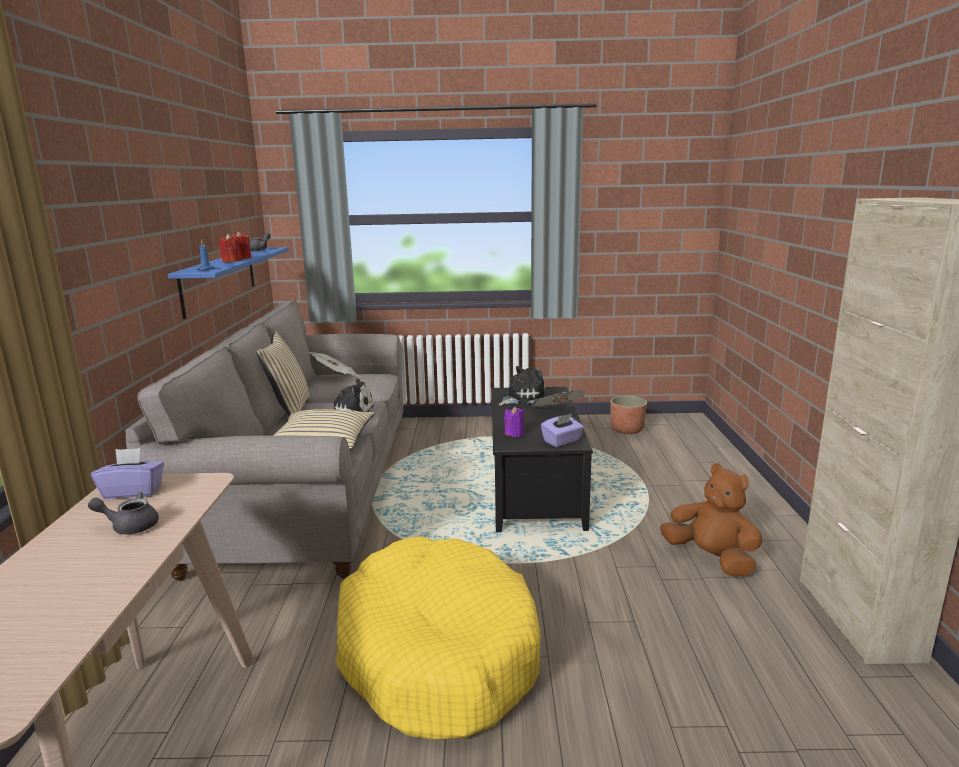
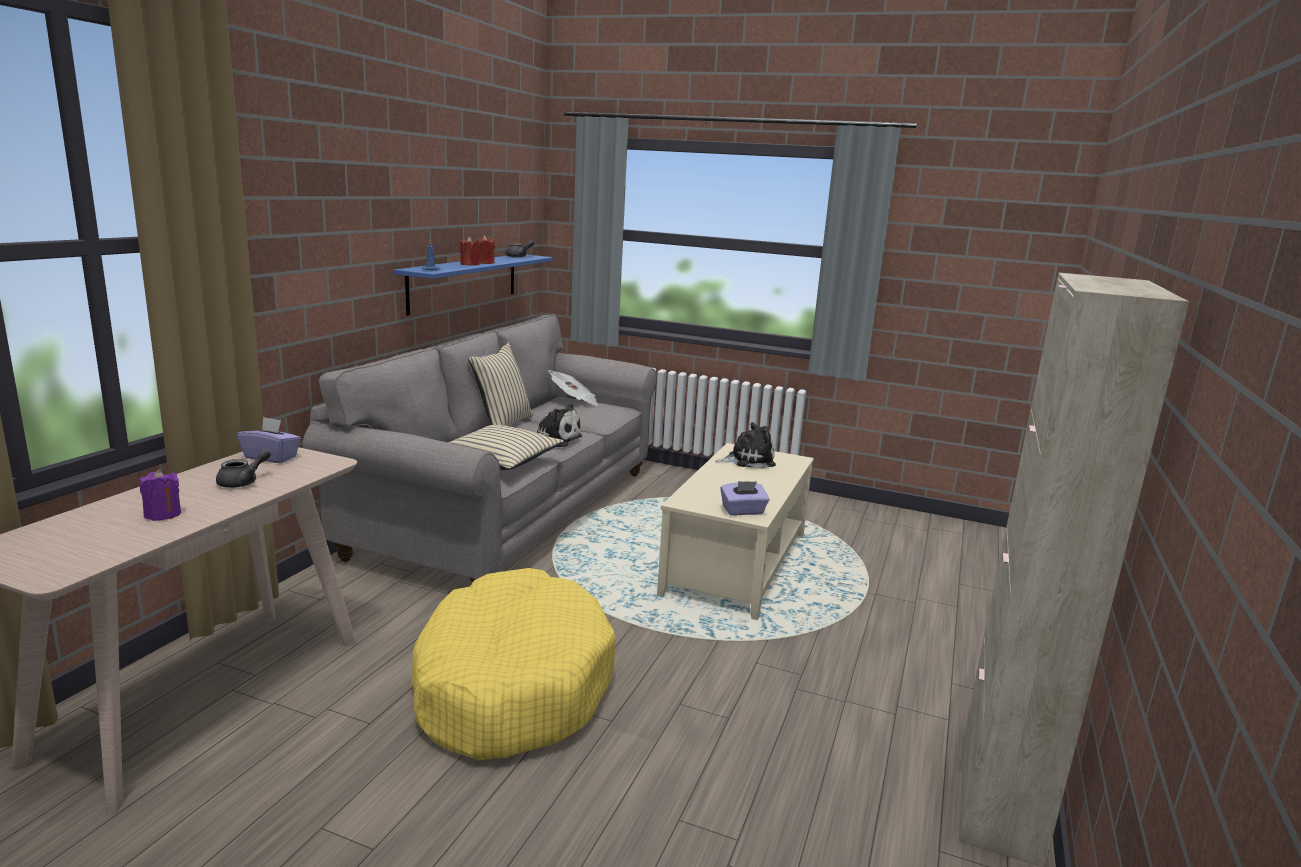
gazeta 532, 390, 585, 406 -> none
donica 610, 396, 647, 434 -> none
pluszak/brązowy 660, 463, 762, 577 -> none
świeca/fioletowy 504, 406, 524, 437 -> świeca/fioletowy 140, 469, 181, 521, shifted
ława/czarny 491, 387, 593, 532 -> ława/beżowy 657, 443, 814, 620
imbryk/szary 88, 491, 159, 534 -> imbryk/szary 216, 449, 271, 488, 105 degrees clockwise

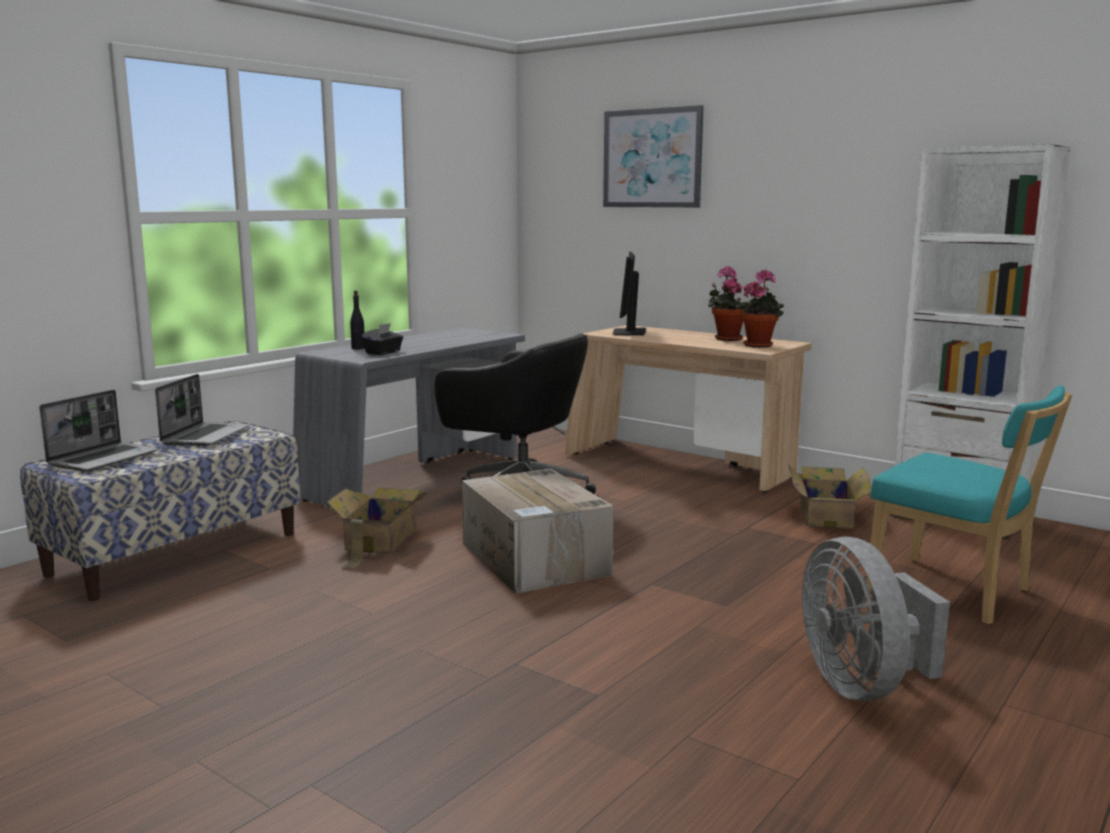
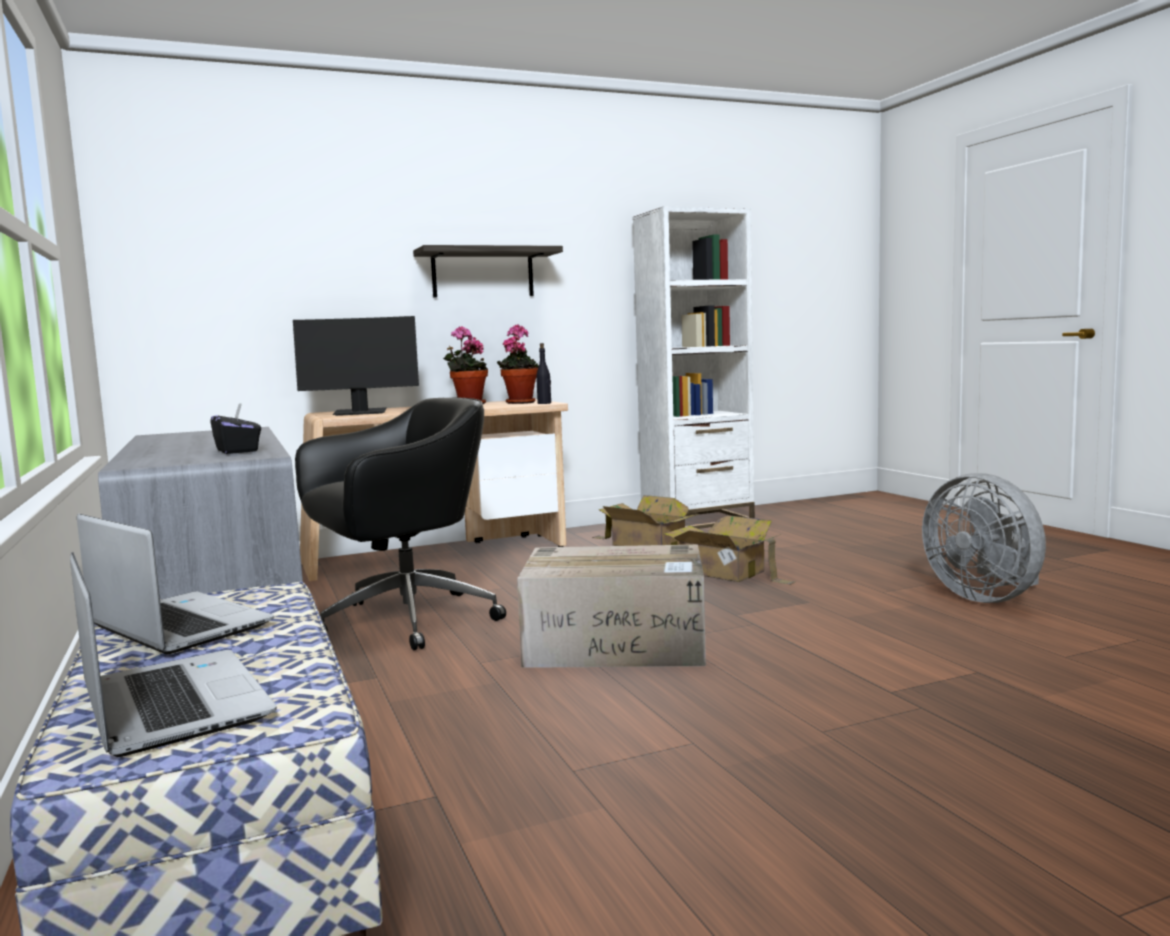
obraz 603, 105, 704, 208 -> none
krzesło/turkusowy 866, 385, 1072, 625 -> none
none -> półka 413, 245, 563, 297
karton 327, 488, 426, 569 -> karton 664, 515, 796, 585, shifted
butelka/czarny 350, 290, 365, 349 -> butelka/czarny 536, 343, 551, 404, shifted
monitor 613, 251, 646, 336 -> monitor 293, 316, 419, 416, 45 degrees counterclockwise
wentylator/szary 802, 536, 950, 701 -> wentylator/szary 922, 473, 1046, 603, 45 degrees clockwise

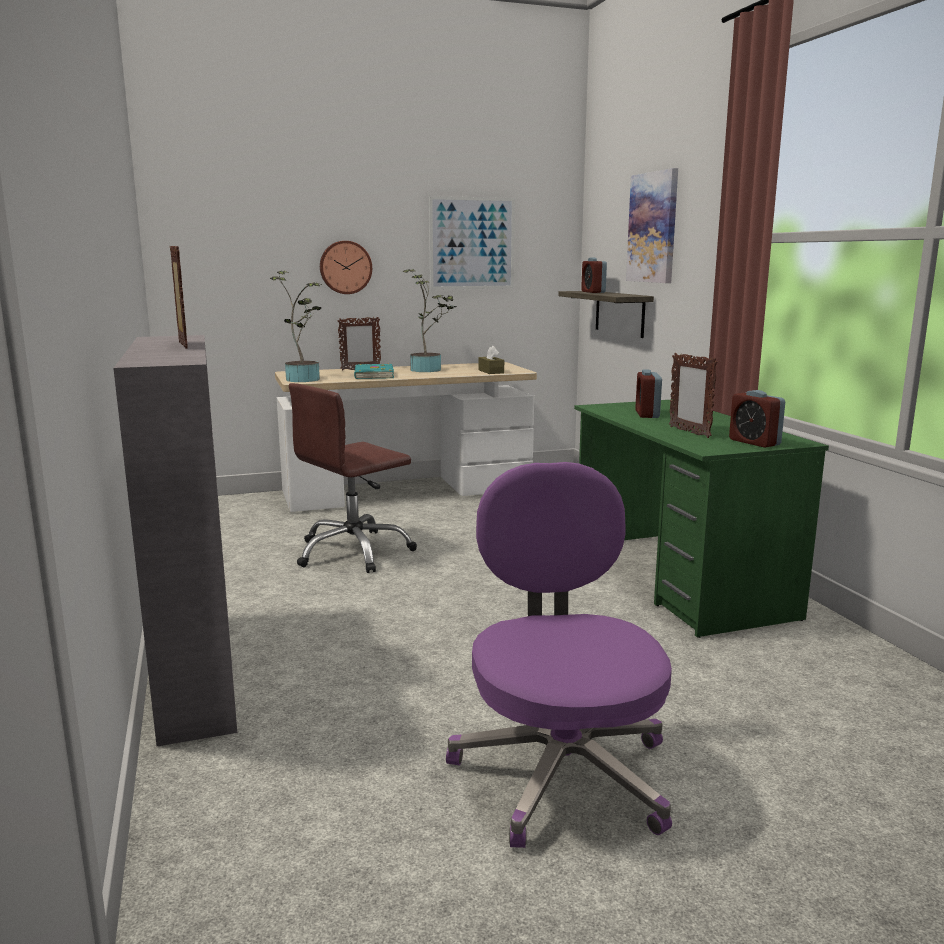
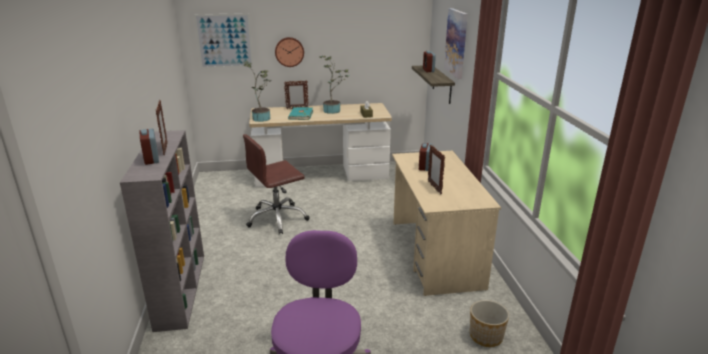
none -> donica 470, 300, 509, 347
obraz 429, 196, 515, 290 -> obraz 194, 13, 254, 69, shifted
budzik 729, 390, 785, 448 -> budzik 139, 129, 159, 165, shifted
biurko/zielony 574, 400, 829, 638 -> biurko/beżowy 392, 151, 501, 296

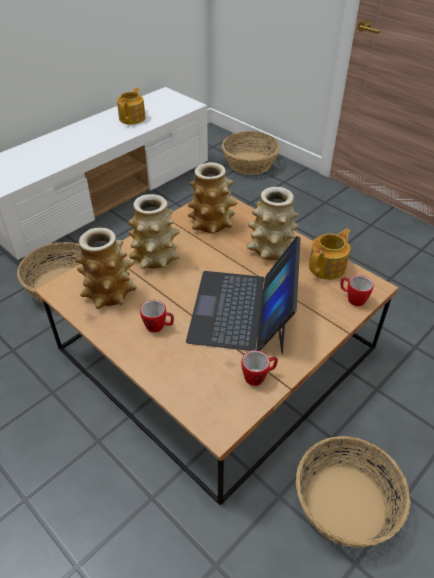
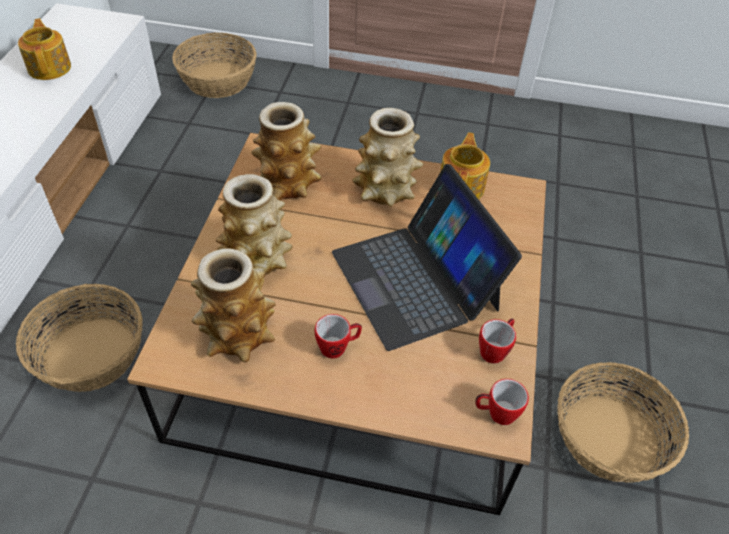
kubek 341, 275, 374, 306 -> kubek 475, 379, 529, 425, shifted

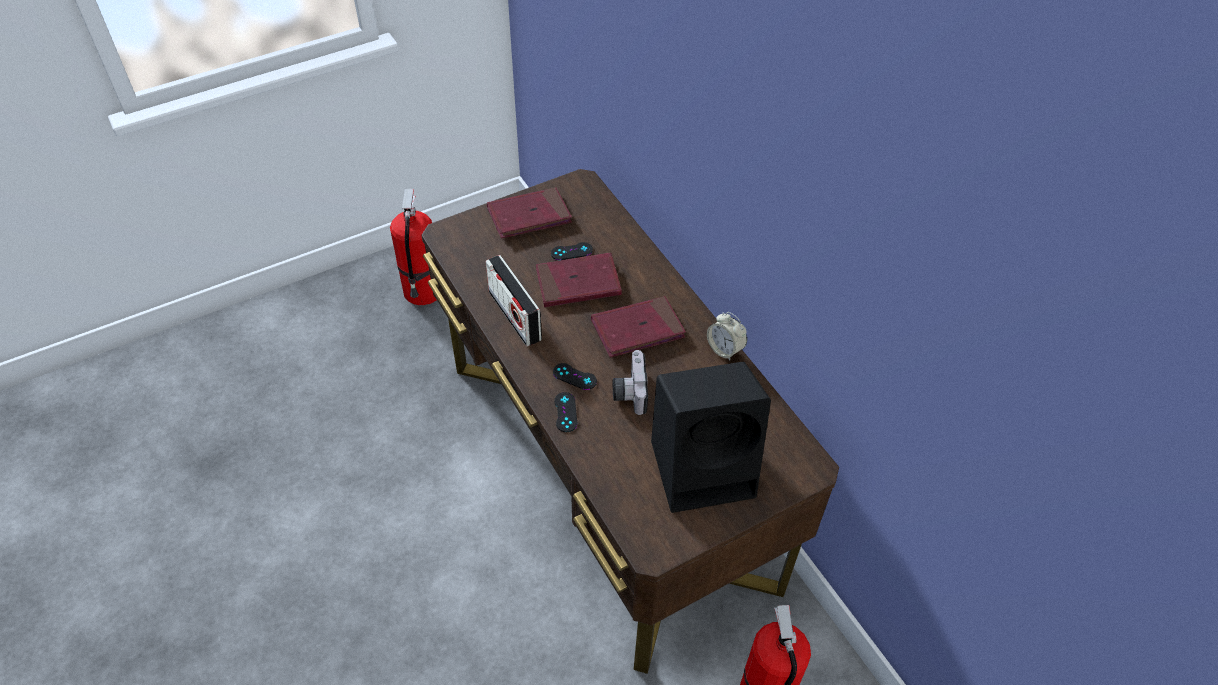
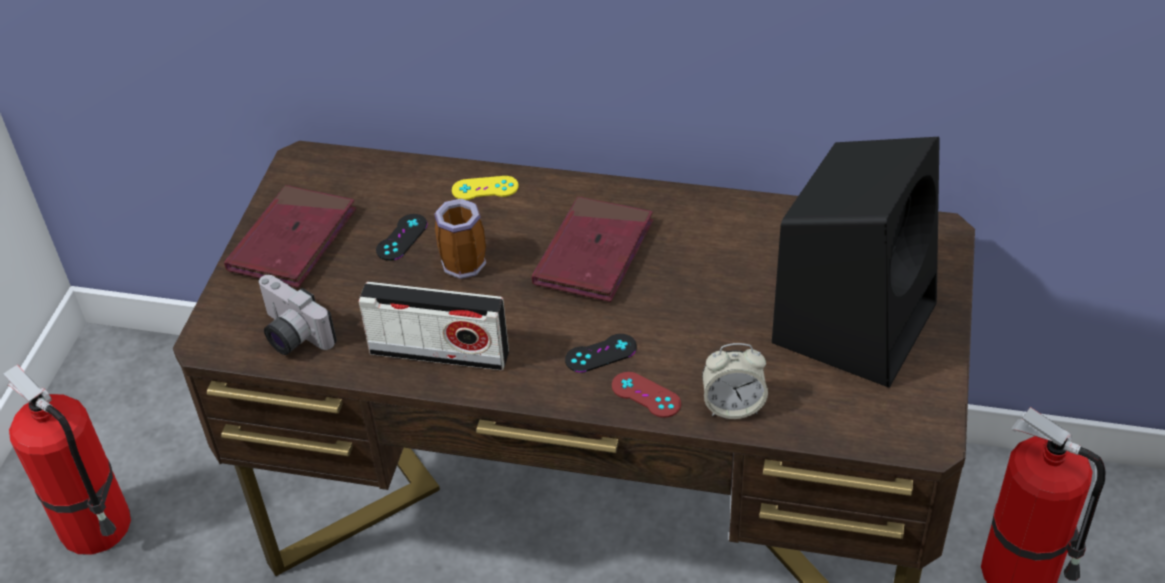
none -> pad do gier/żółty 452, 176, 519, 200
aparat fotograficzny 613, 350, 648, 415 -> aparat fotograficzny 258, 275, 337, 355, shifted
budzik 707, 312, 747, 361 -> budzik 702, 343, 768, 419, shifted
książka/czerwony 536, 253, 622, 307 -> kubek 434, 198, 486, 279
pad do gier/czarny 554, 392, 577, 432 -> pad do gier/czerwony 612, 372, 681, 418

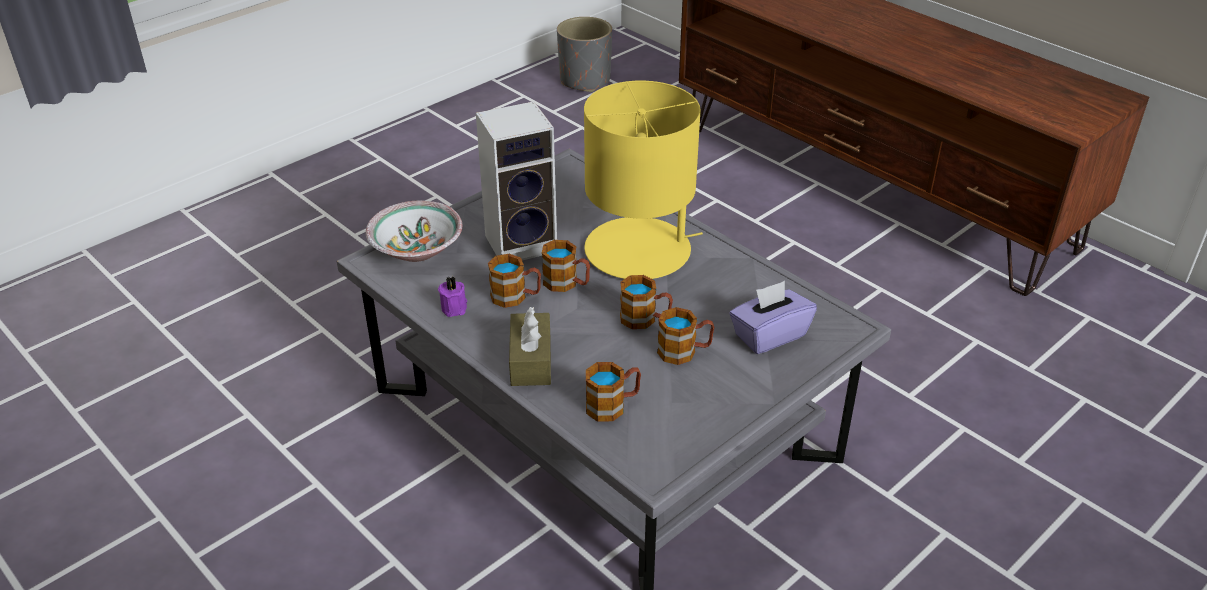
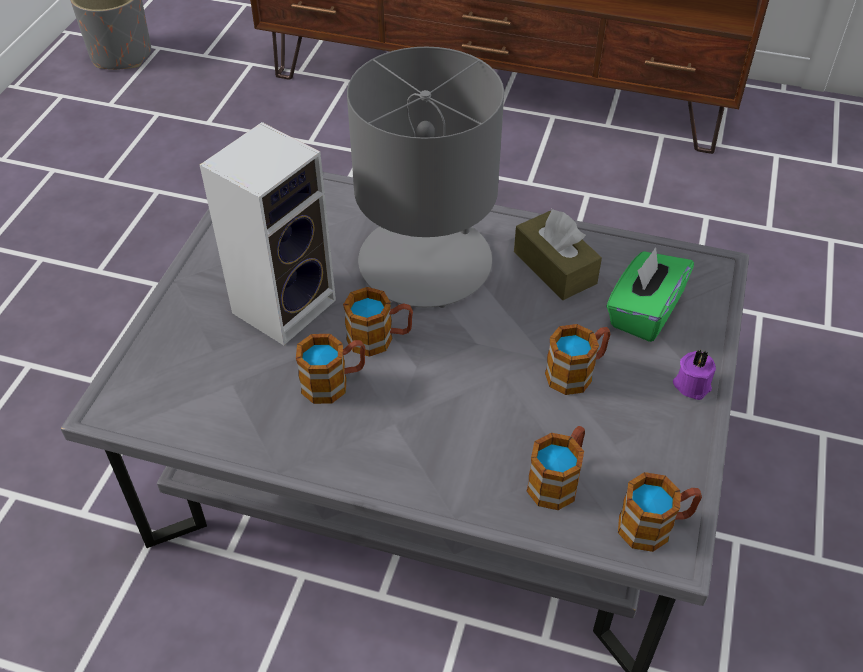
miska 366, 201, 462, 262 -> none
świeca/fioletowy 438, 276, 467, 317 -> świeca/fioletowy 673, 350, 716, 400, shifted
pudełko chusteczek/brązowy 509, 307, 551, 386 -> pudełko chusteczek/brązowy 514, 209, 602, 300, shifted
kubek 620, 275, 673, 329 -> kubek 618, 472, 702, 552, shifted
lampa stołowa/żółty 584, 81, 703, 280 -> lampa stołowa/szary 347, 47, 504, 308
pudełko chusteczek/fioletowy 729, 281, 817, 354 -> pudełko chusteczek/zielony 606, 247, 694, 342

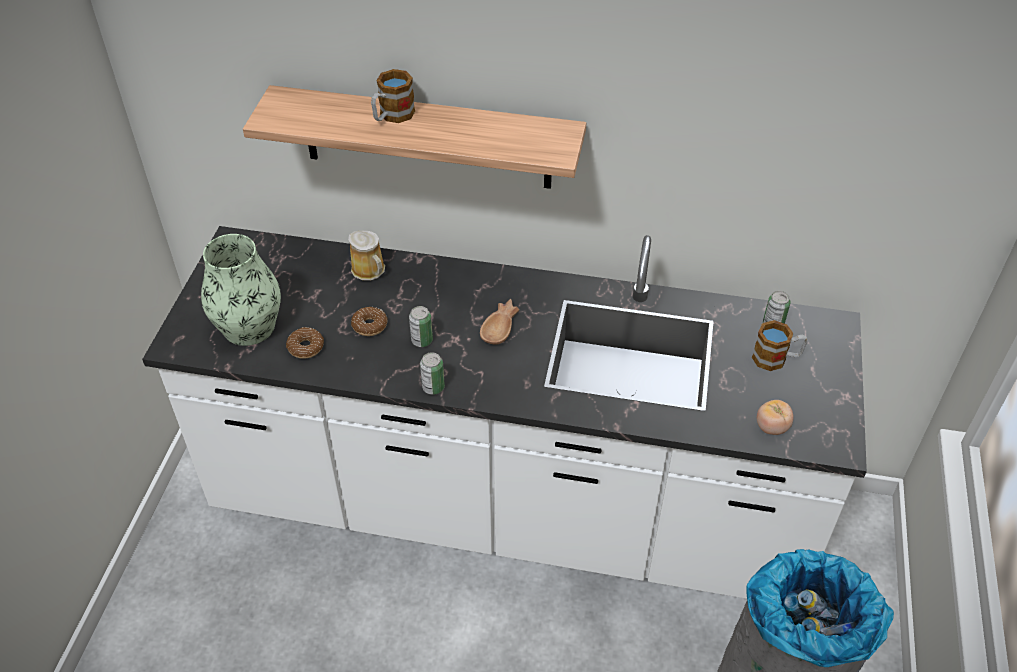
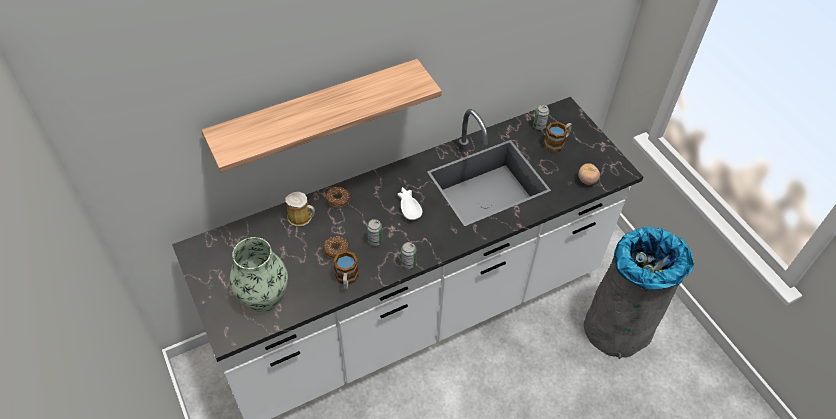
donut 286, 327, 324, 359 -> donut 326, 187, 350, 208, shifted
kubek 371, 69, 415, 123 -> kubek 333, 251, 359, 290, shifted
miska/brązowy 480, 299, 519, 345 -> miska/biały 397, 187, 422, 220

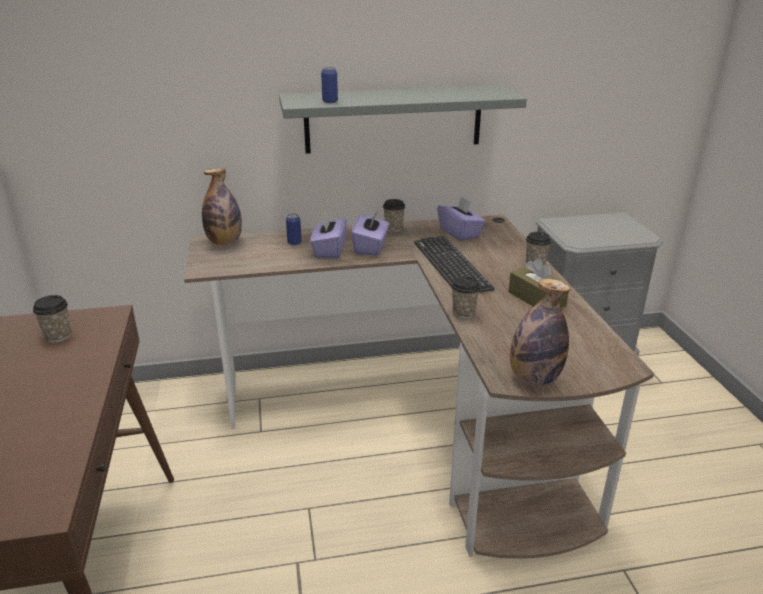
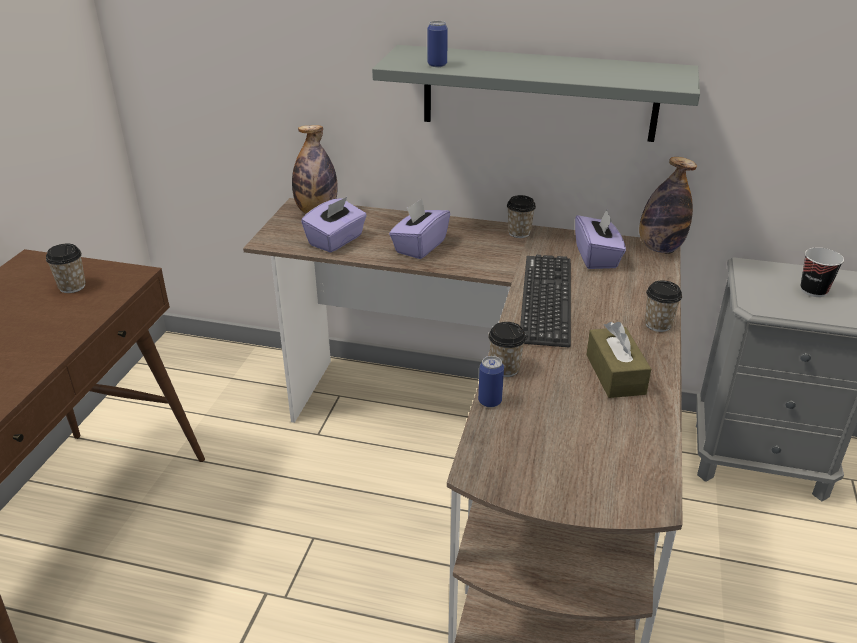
none -> filiżanka 801, 248, 844, 297
puszka 286, 213, 302, 245 -> puszka 478, 356, 504, 408, shifted
pudełko chusteczek/fioletowy 351, 211, 389, 256 -> pudełko chusteczek/fioletowy 301, 197, 367, 253, shifted
butelka 510, 278, 570, 386 -> butelka 639, 157, 697, 253, shifted

